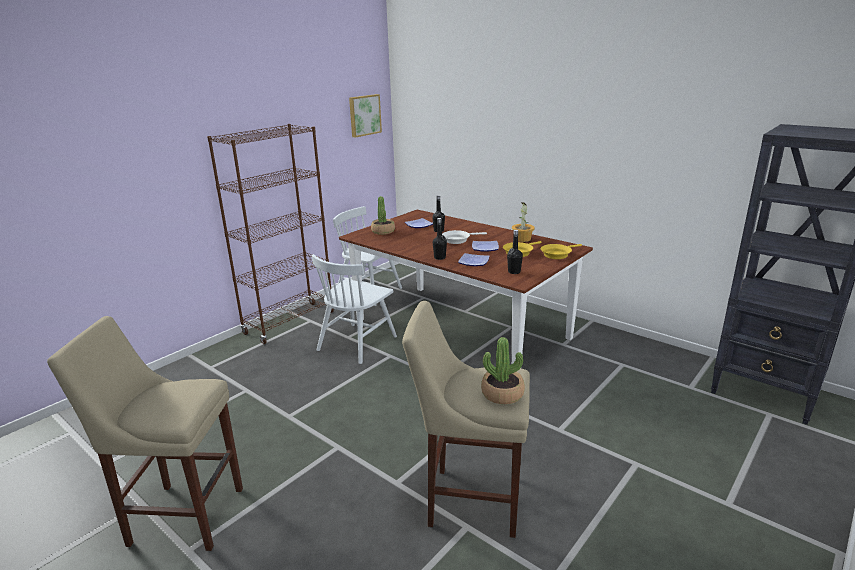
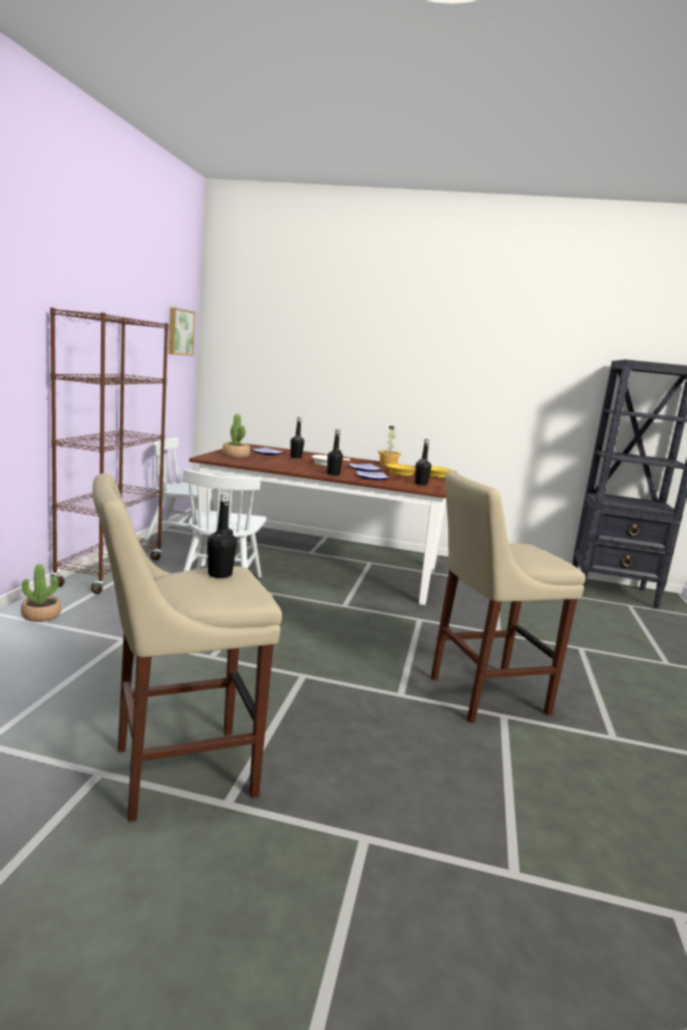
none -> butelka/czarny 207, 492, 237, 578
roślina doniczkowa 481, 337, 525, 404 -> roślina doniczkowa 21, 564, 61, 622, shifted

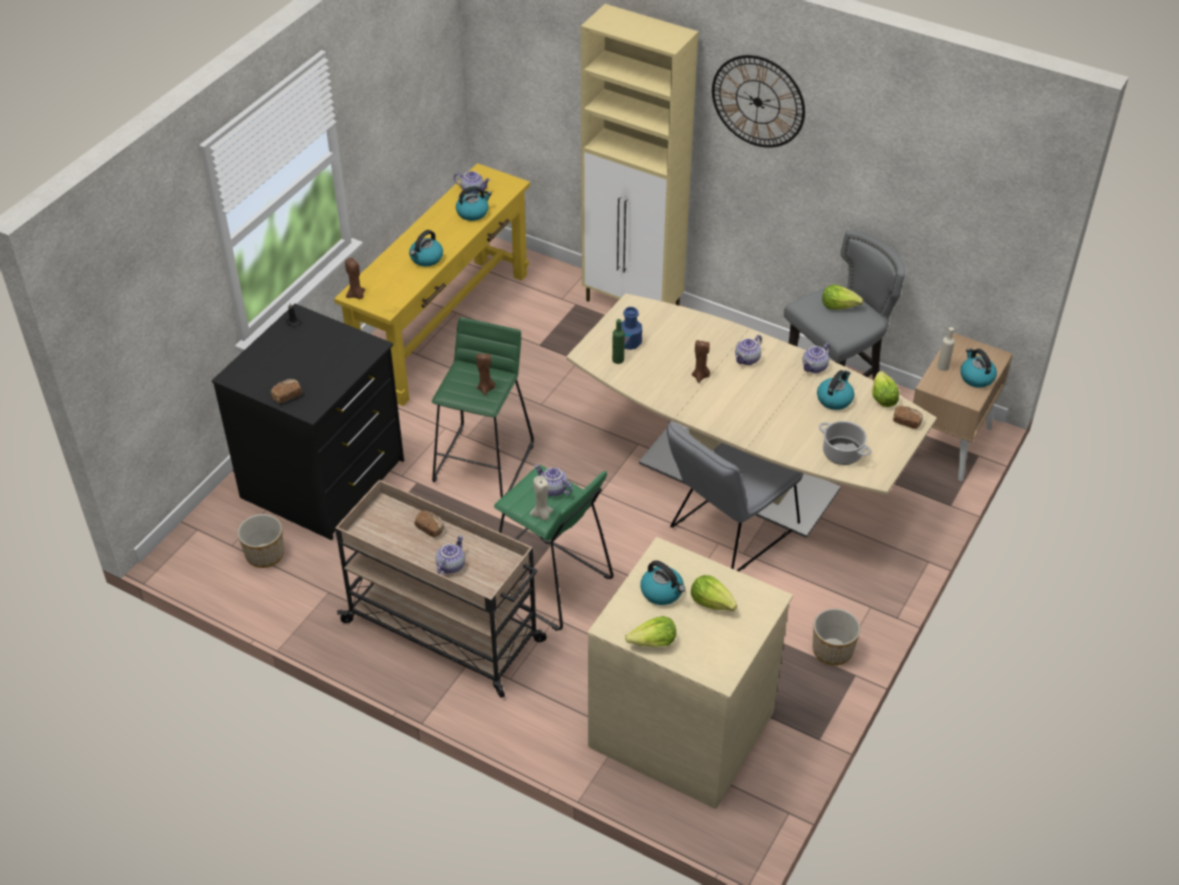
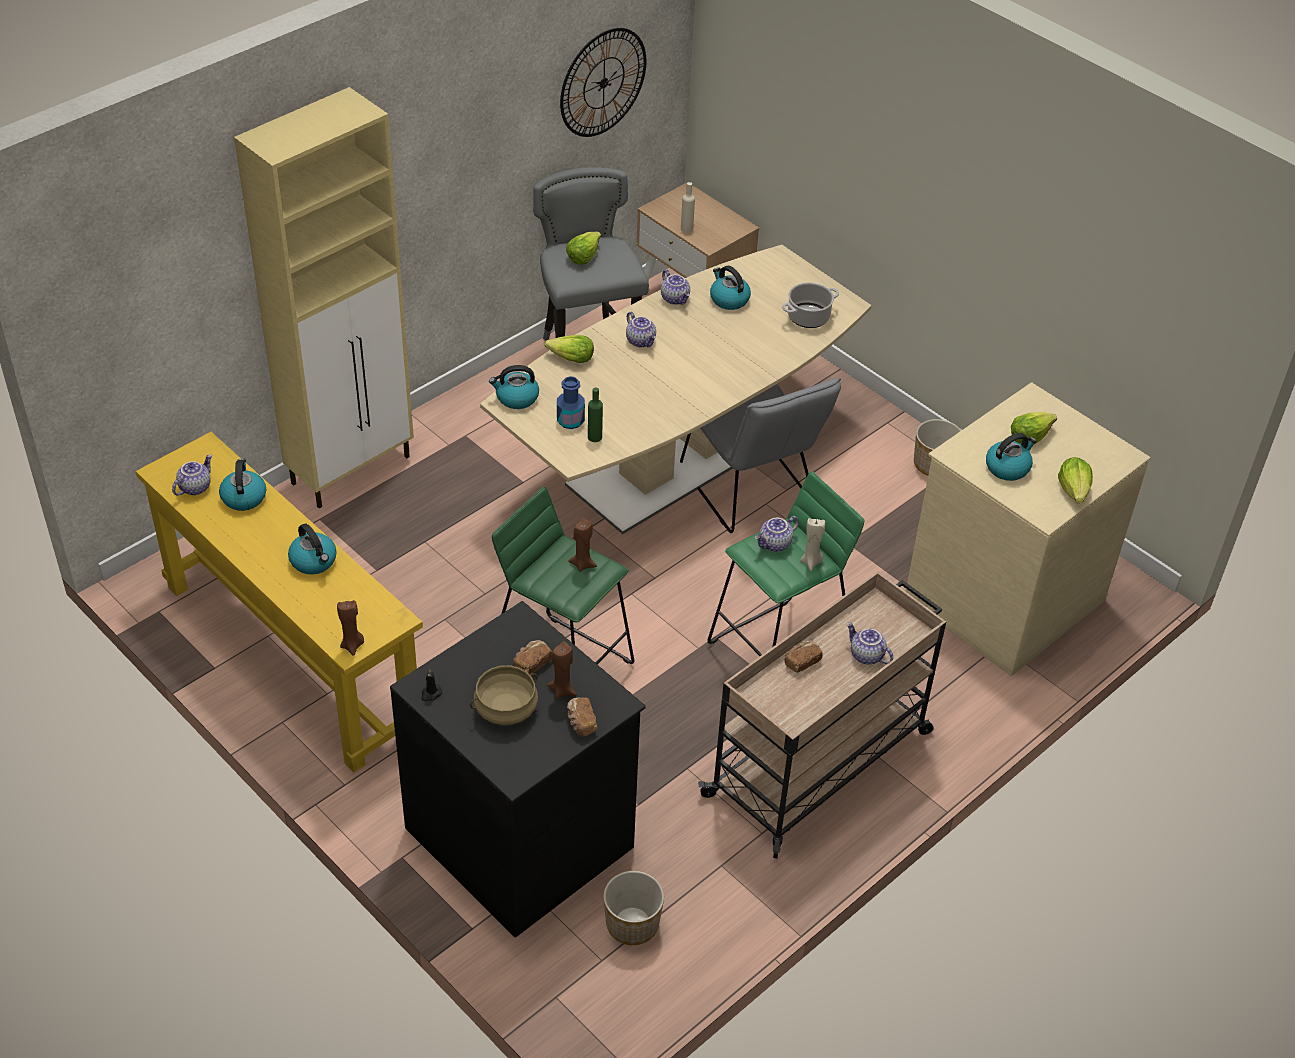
none -> garnek/beżowy 470, 665, 538, 725
świeca/brązowy 692, 340, 710, 383 -> świeca/brązowy 547, 641, 577, 699, shifted
zegar ścienny 712, 55, 805, 148 -> zegar ścienny 560, 28, 646, 137, shifted
sałata 872, 371, 899, 407 -> sałata 545, 335, 594, 363, shifted
chleb 893, 406, 923, 429 -> chleb 513, 640, 552, 674, shifted
czajnik 960, 348, 997, 388 -> czajnik 489, 365, 539, 409, shifted

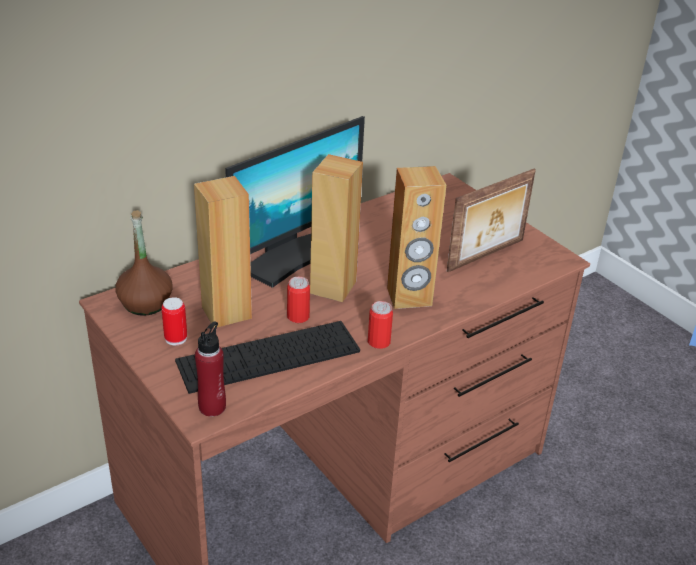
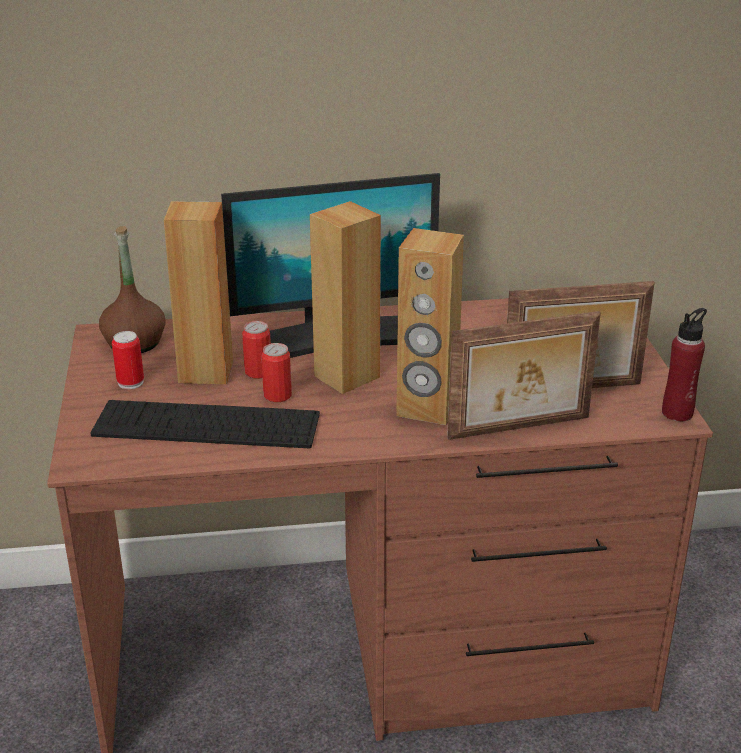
none -> ramka na zdjęcie 447, 311, 601, 440
butelka/czerwony 195, 321, 226, 417 -> butelka/czerwony 662, 308, 707, 421, shifted
puszka 368, 301, 393, 349 -> puszka 242, 321, 271, 379, shifted

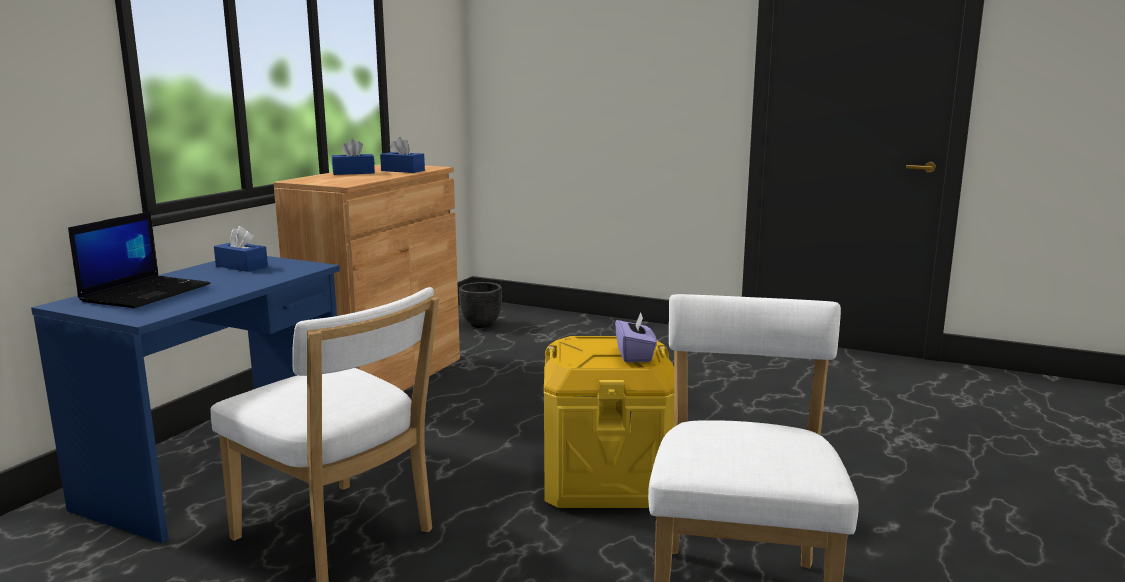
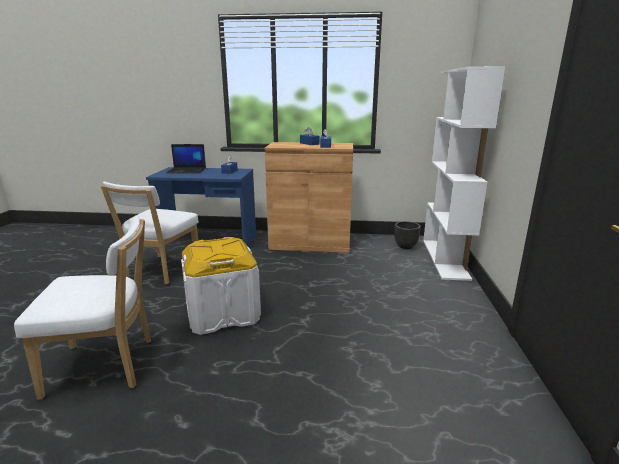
pudełko chusteczek/fioletowy 615, 312, 657, 362 -> none
none -> regał/biały 423, 66, 505, 281
pojemnik do przechowywania/żółty 544, 336, 674, 508 -> pojemnik do przechowywania/biały 181, 237, 261, 335

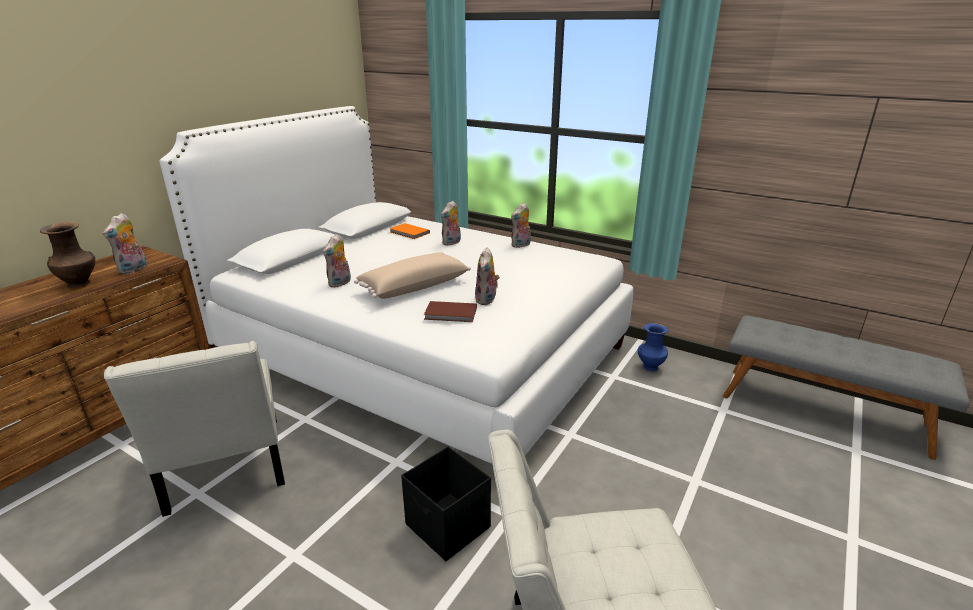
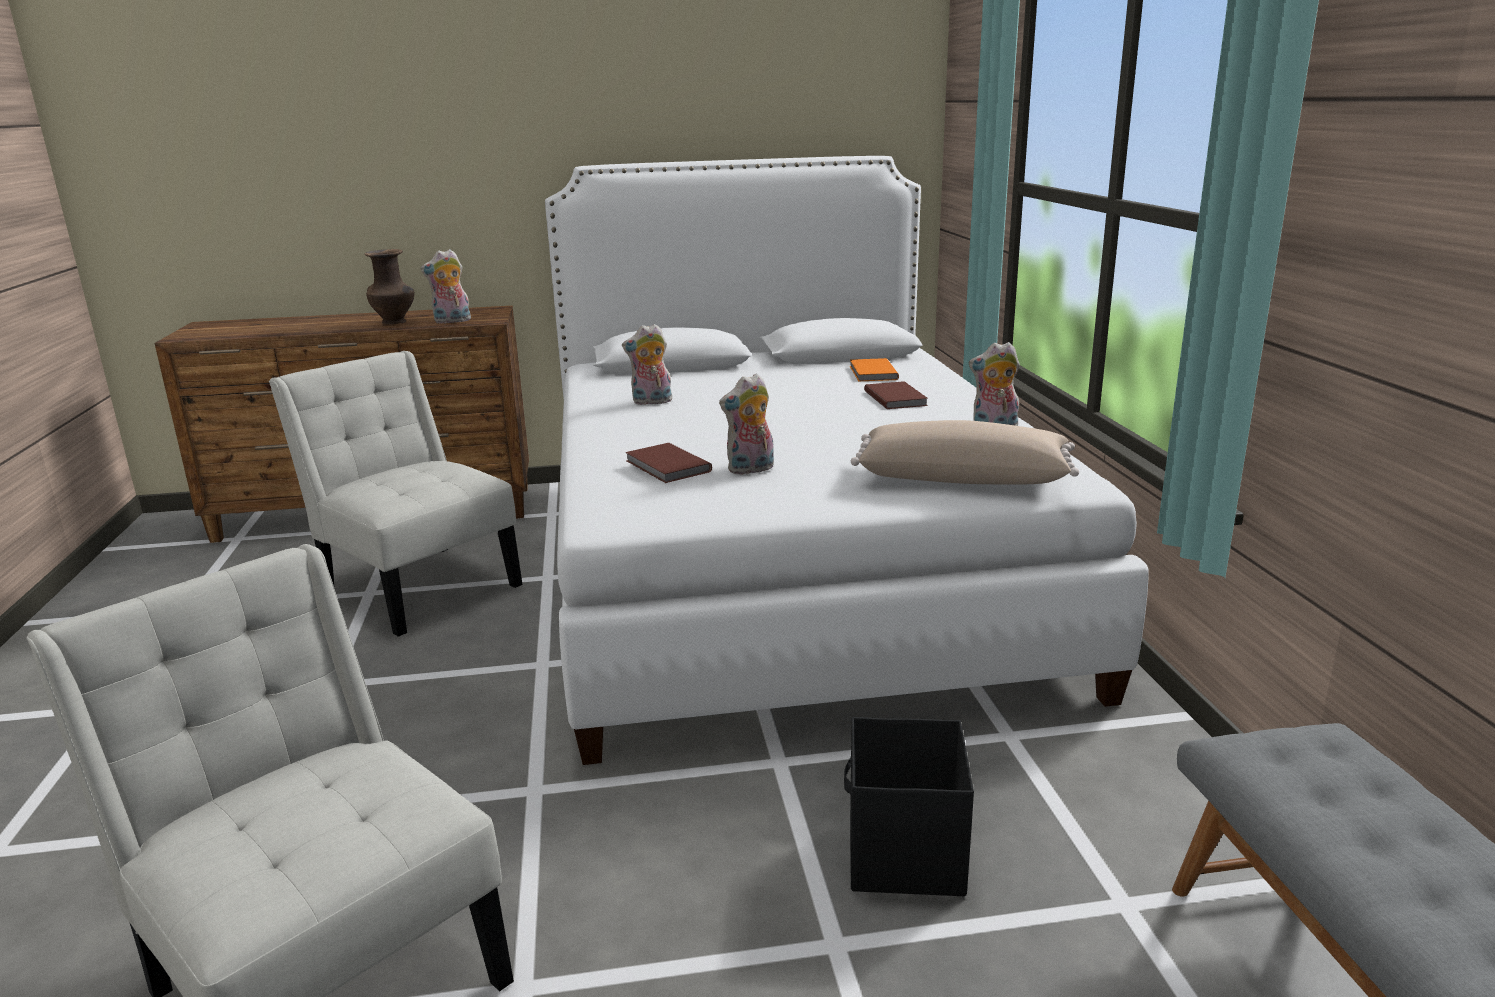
wazon/niebieski 638, 323, 668, 371 -> none
poduszka/beżowy 354, 252, 471, 299 -> poduszka/beżowy 851, 420, 1079, 485, shifted
pojemnik do przechowywania/czarny 401, 446, 491, 561 -> pojemnik do przechowywania/czarny 844, 717, 974, 896, shifted
pluszak 441, 200, 461, 246 -> książka/brązowy 864, 381, 928, 409
krzesło/biały 104, 341, 285, 517 -> krzesło/biały 269, 351, 523, 637, 105 degrees clockwise

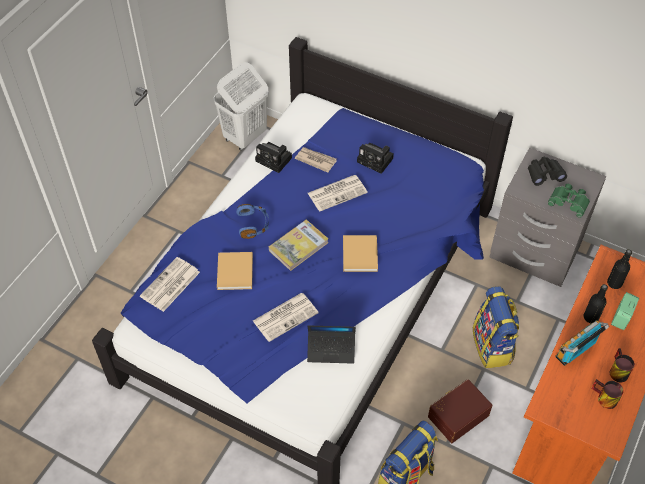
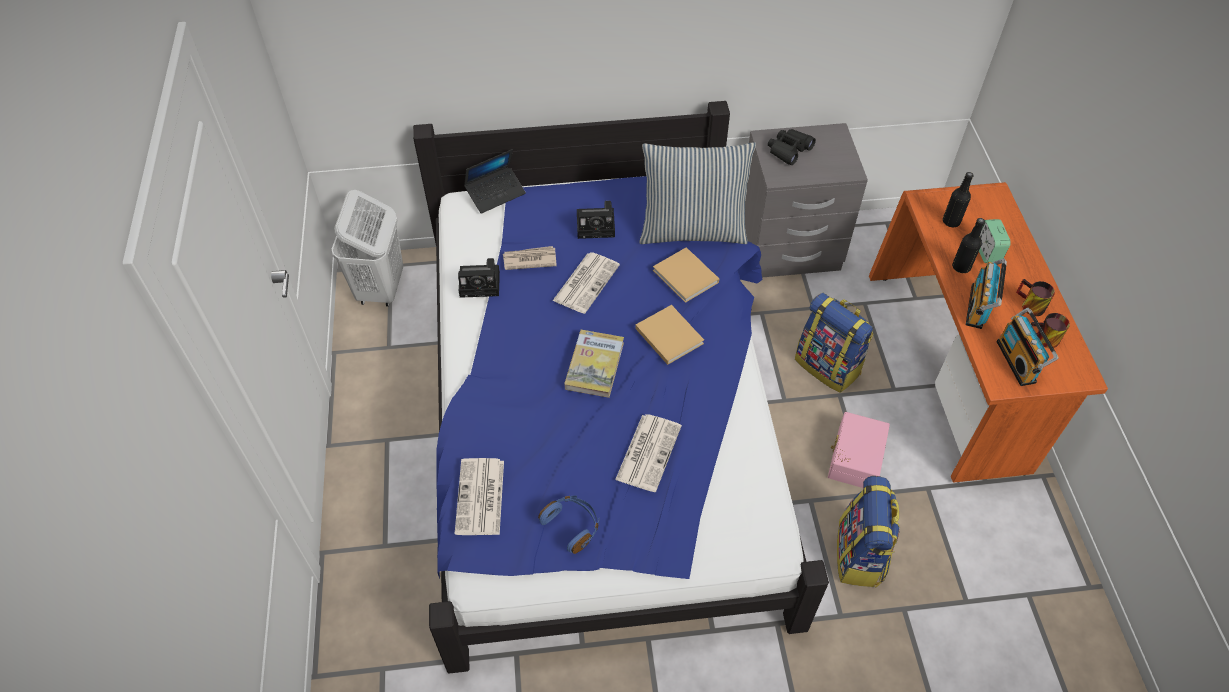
lornetka/zielony 548, 184, 590, 218 -> none
none -> poduszka 640, 142, 756, 244
none -> radio 996, 308, 1059, 386
książka/beżowy 217, 252, 253, 290 -> książka/beżowy 653, 247, 719, 303, shifted
słuchawki/niebieski 236, 204, 269, 239 -> słuchawki/niebieski 538, 495, 599, 554, shifted
laptop 307, 325, 356, 364 -> laptop 464, 149, 526, 214, shifted
pojemnik do przechowywania/brązowy 428, 379, 492, 443 -> pojemnik do przechowywania/różowy 828, 412, 890, 488

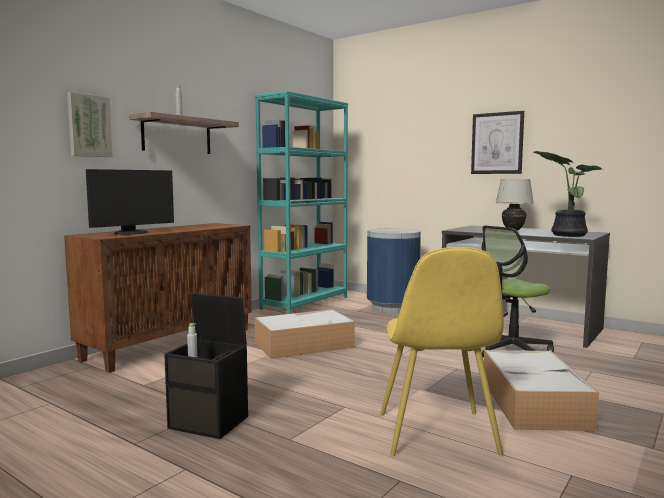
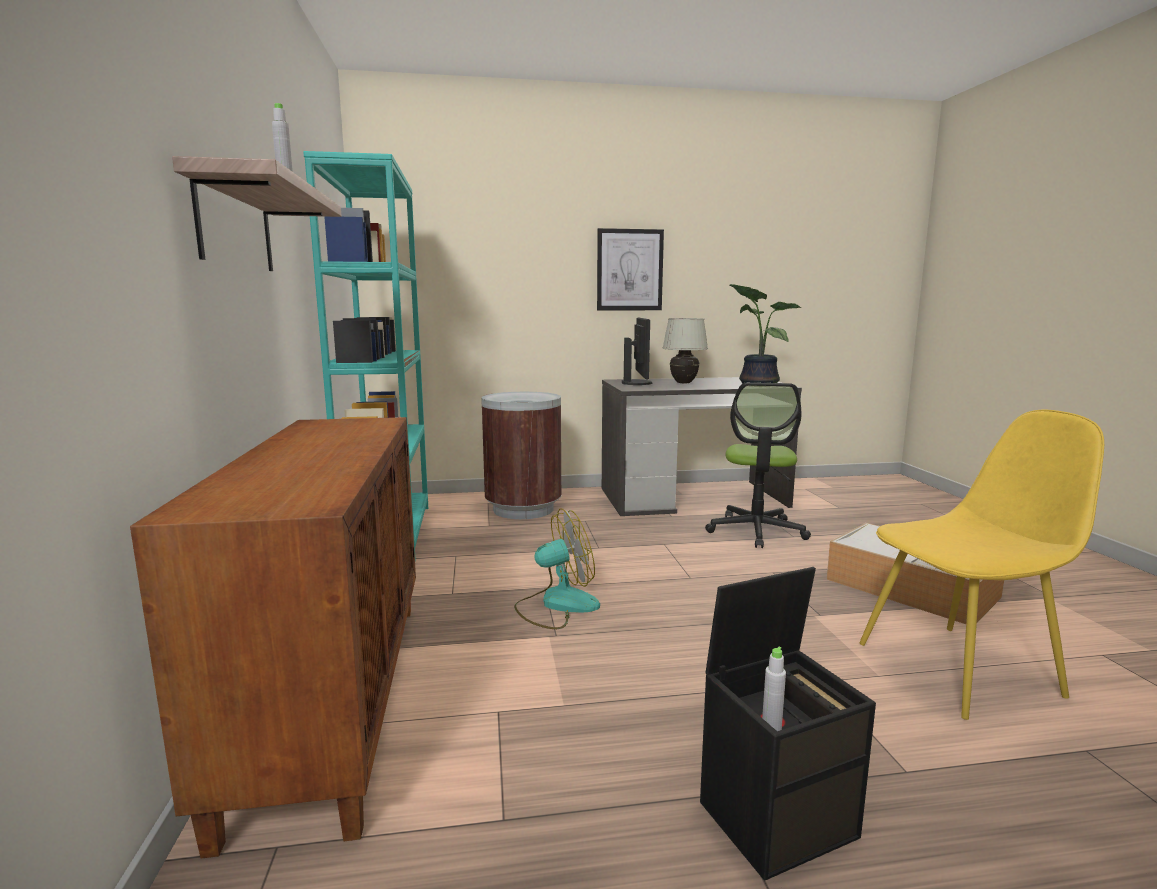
obraz 67, 92, 113, 157 -> none
monitor 86, 169, 174, 235 -> monitor 622, 318, 652, 385, shifted
pojemnik do przechowywania 255, 309, 355, 359 -> wentylator 514, 509, 600, 629
kosz na śmieci/niebieski 367, 229, 421, 313 -> kosz na śmieci/brązowy 481, 392, 562, 519
krzesło/żółty 381, 247, 504, 456 -> krzesło/żółty 859, 410, 1104, 720, 60 degrees counterclockwise

